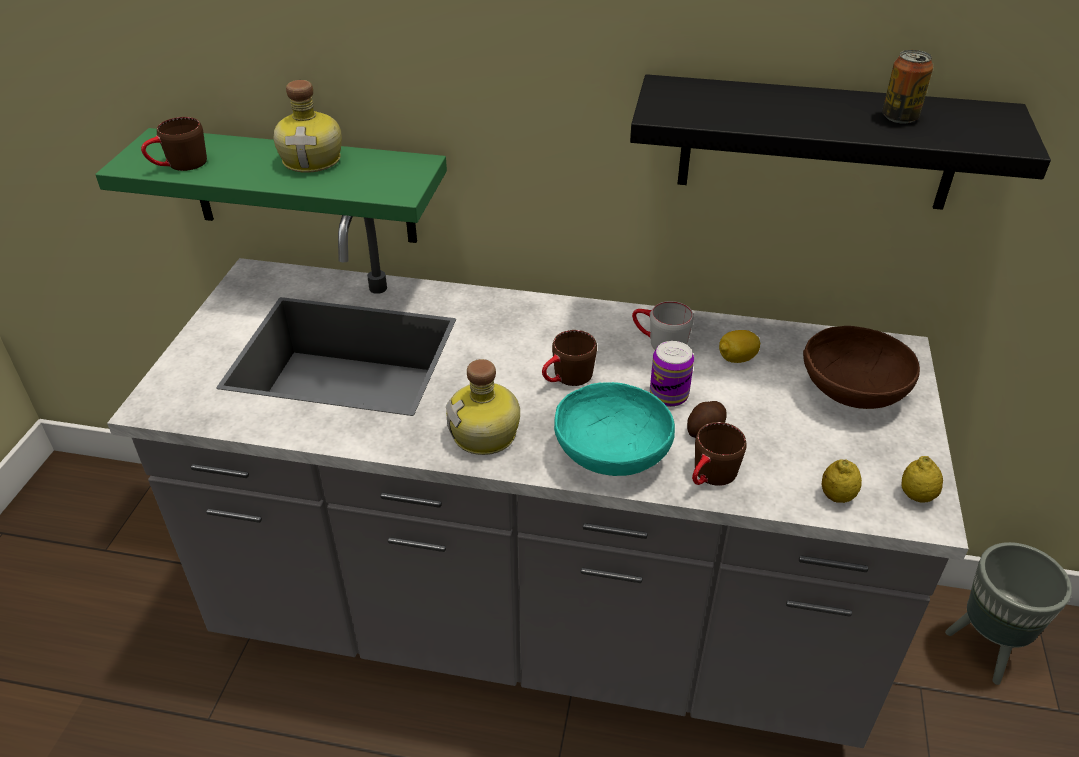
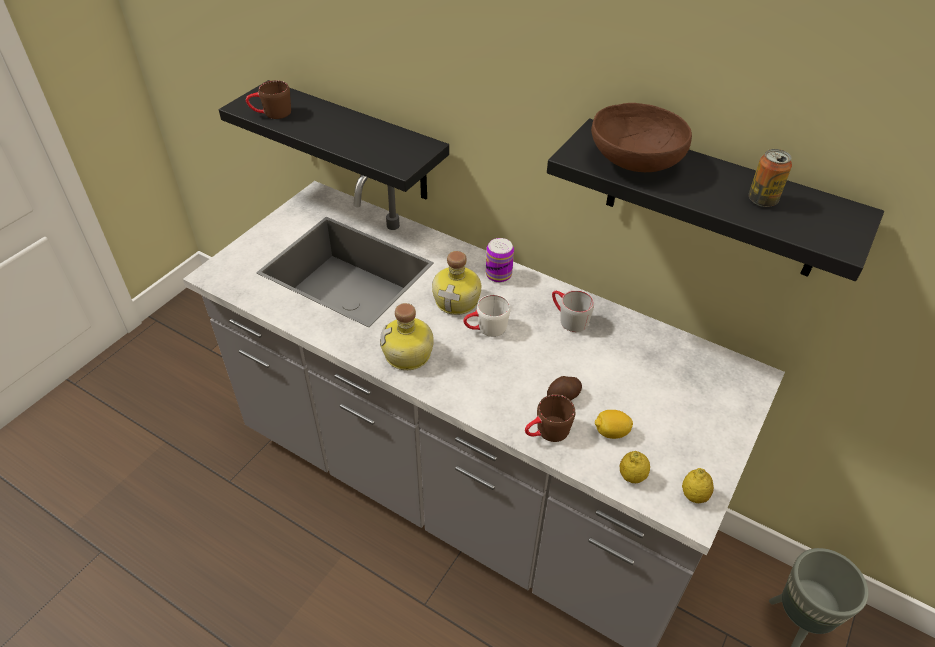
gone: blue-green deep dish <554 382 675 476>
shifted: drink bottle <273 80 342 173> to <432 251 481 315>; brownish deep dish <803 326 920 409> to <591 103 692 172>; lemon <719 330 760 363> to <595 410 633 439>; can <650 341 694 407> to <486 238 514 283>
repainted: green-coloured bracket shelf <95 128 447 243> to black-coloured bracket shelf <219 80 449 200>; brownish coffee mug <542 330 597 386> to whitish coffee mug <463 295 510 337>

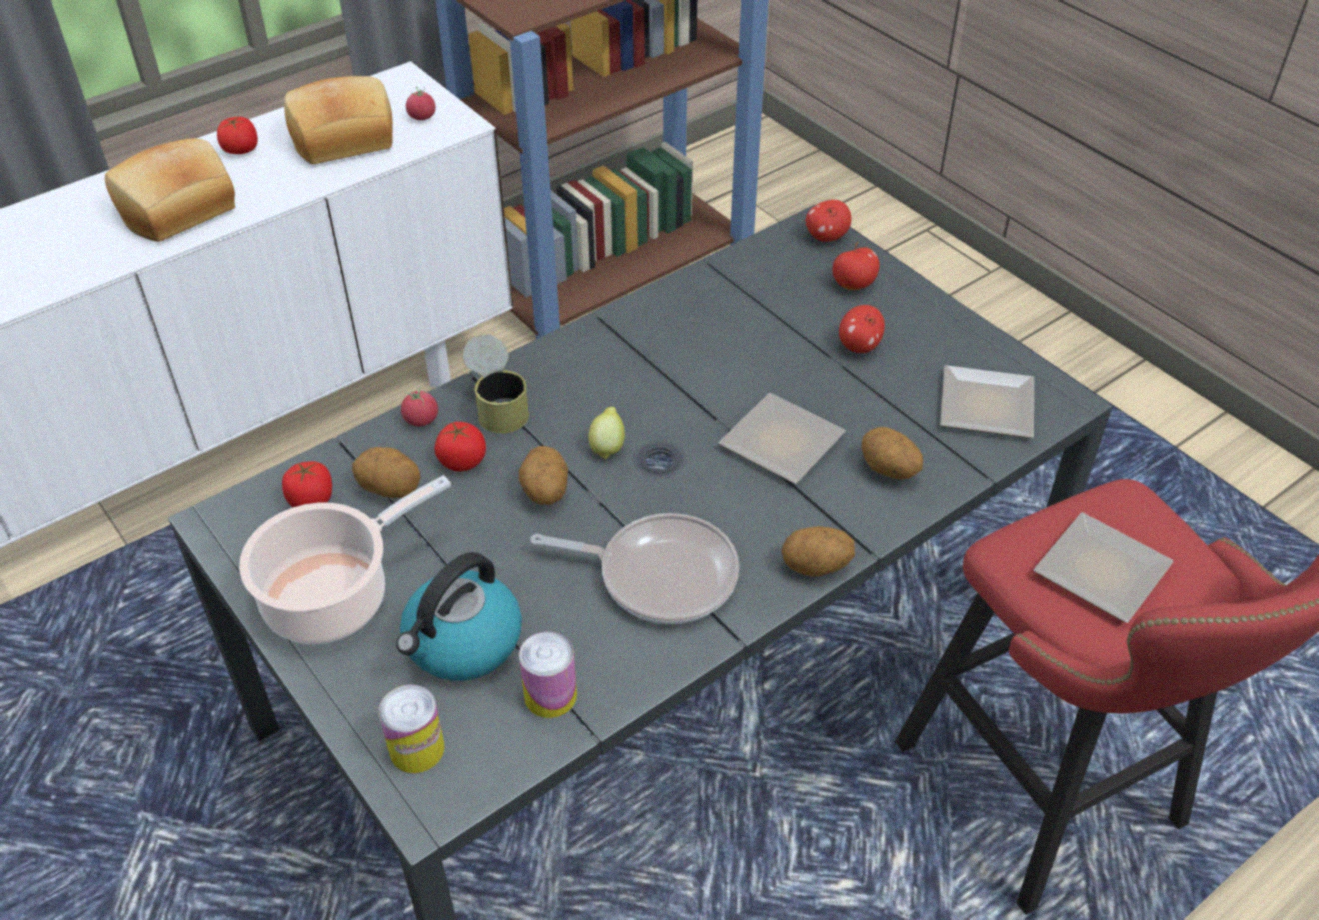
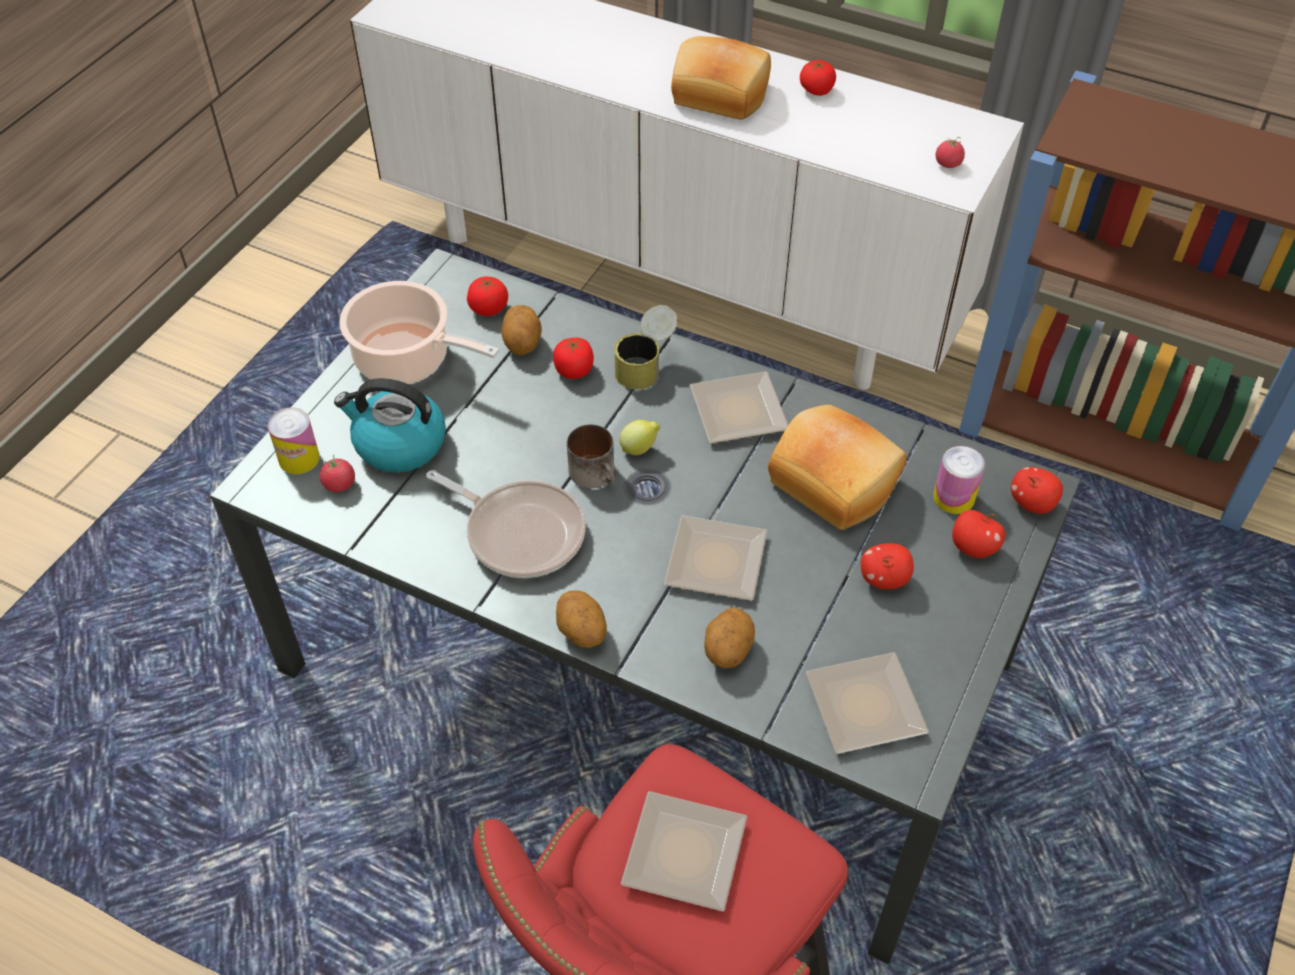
gone: spud <519 446 568 505>
new: plate <690 372 788 444>; coffee mug <567 424 615 488>
shifted: bread <284 76 393 164> to <768 405 907 530>; tomato <401 388 438 426> to <320 454 355 492>; can <519 632 577 718> to <933 446 985 514>
rotated: frying pan <530 513 739 624> = <426 470 586 578> 45 degrees counterclockwise

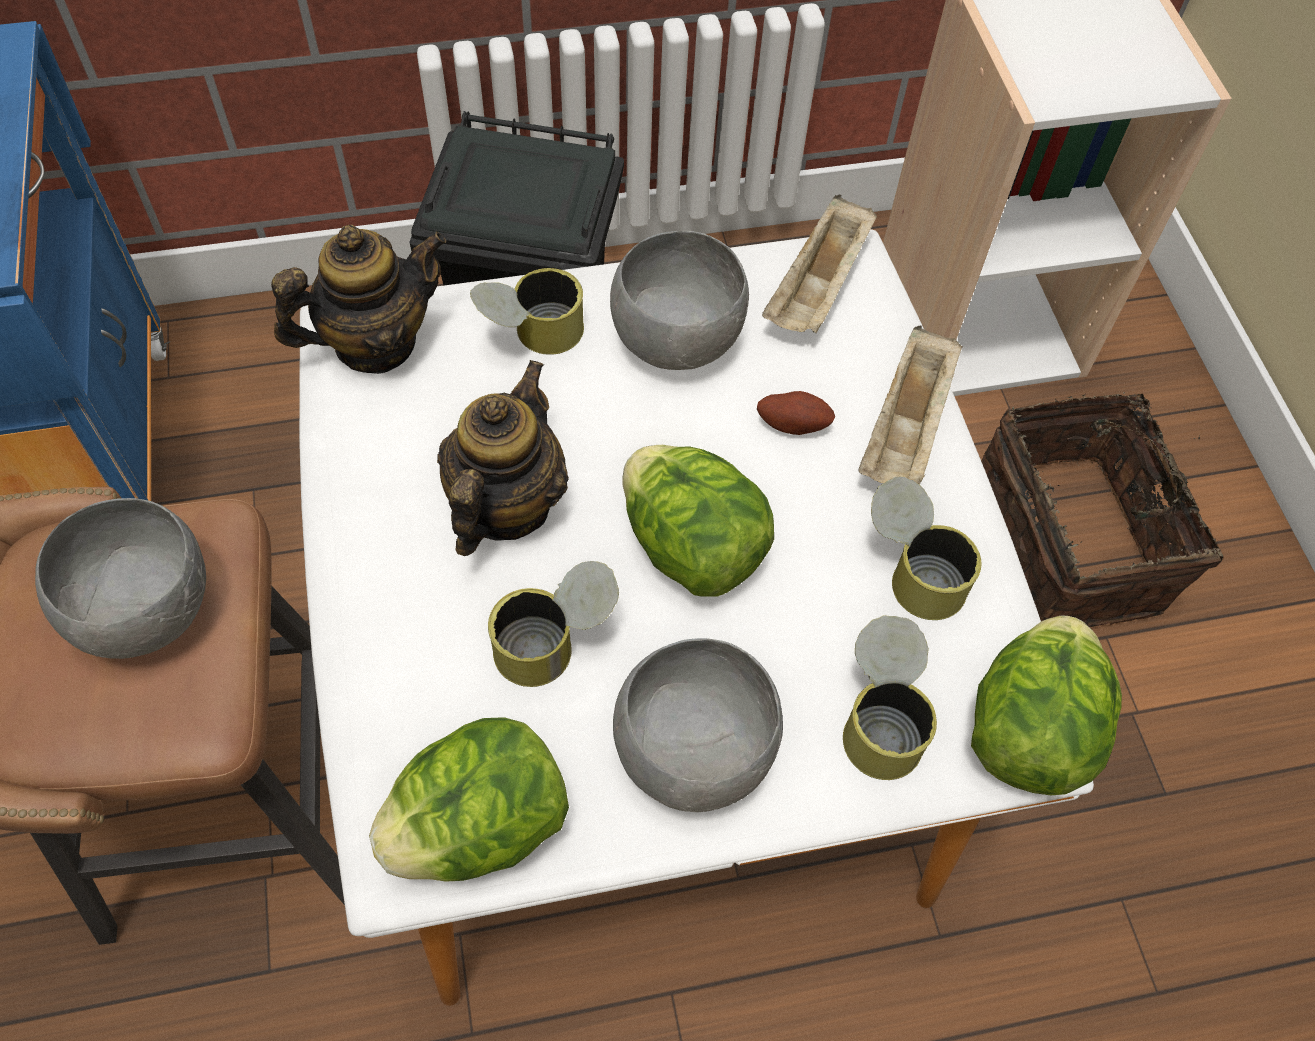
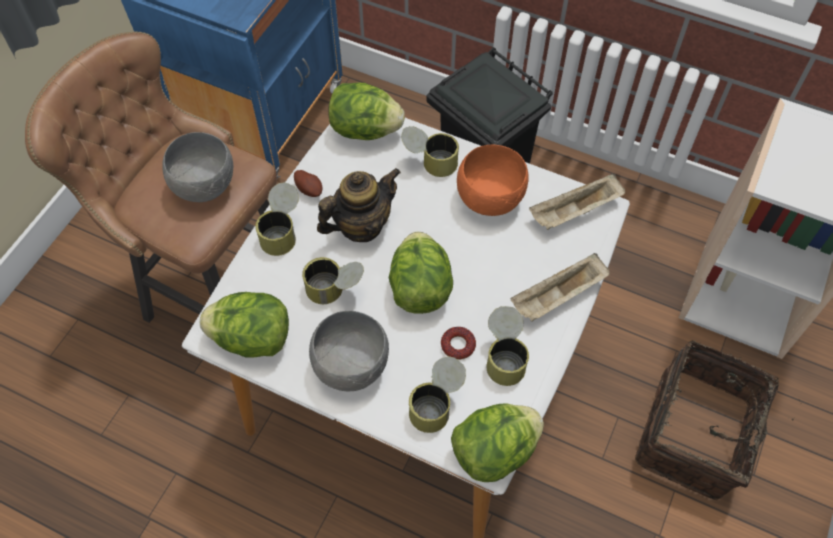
new: can <255 182 299 256>; donut <441 327 476 360>
shifted: spud <757 391 835 435> to <294 170 322 197>
swapped: tea pot <271 225 446 374> to head of lettuce <328 83 405 140>
repainted: greyish deep dish <610 231 749 370> to orangey deep dish <457 144 529 216>

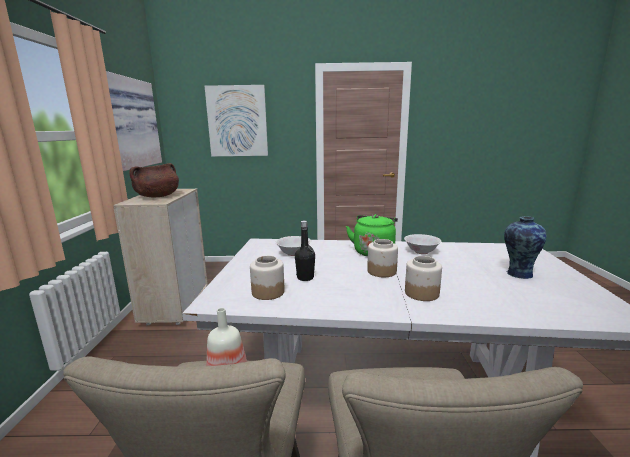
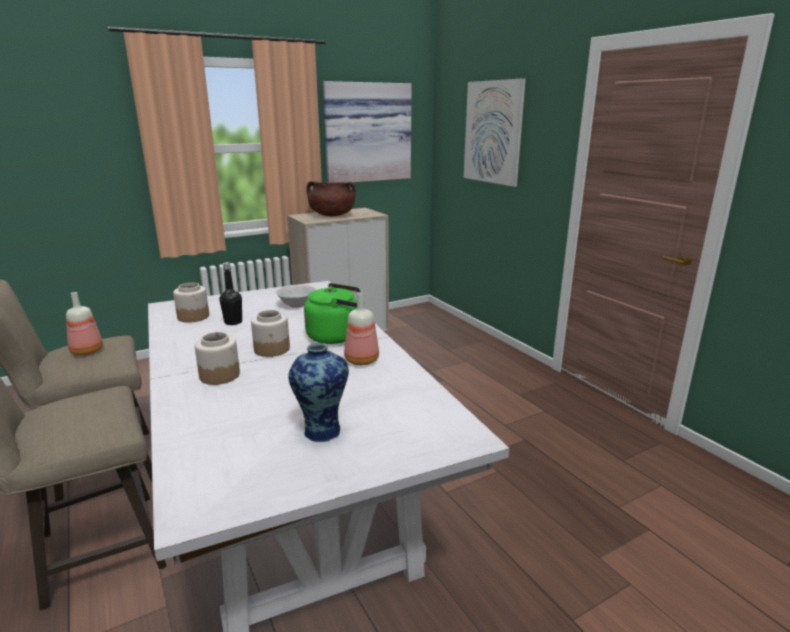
swapped: whitish deep dish <404 234 441 254> to drink bottle <344 292 379 365>

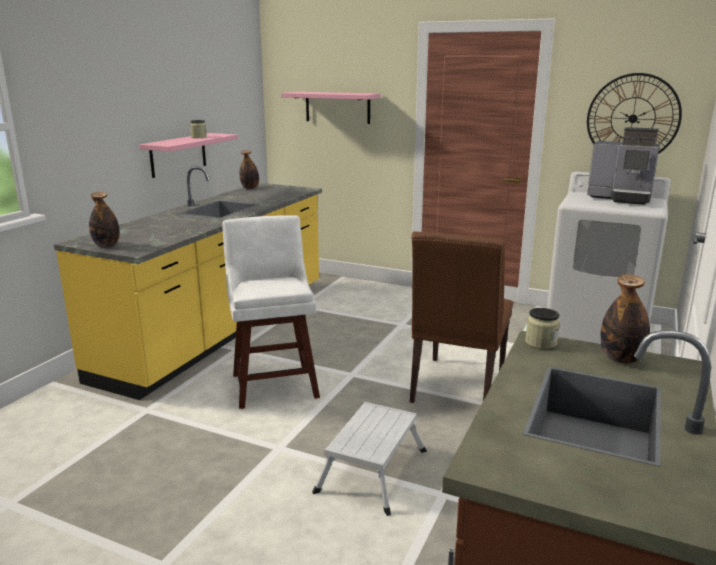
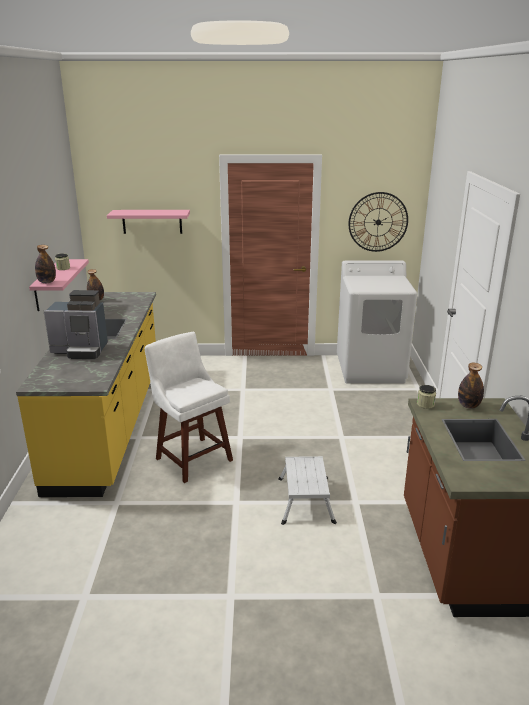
gone: brownish upright chair <410 232 513 403>
shifted: coffee machine <587 127 660 205> to <43 290 108 359>; drink bottle <89 192 120 247> to <35 245 56 283>

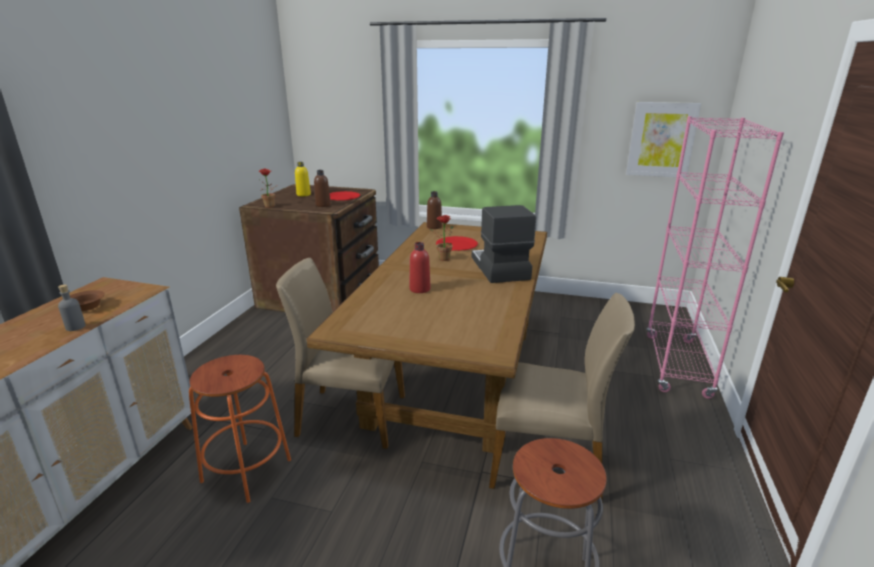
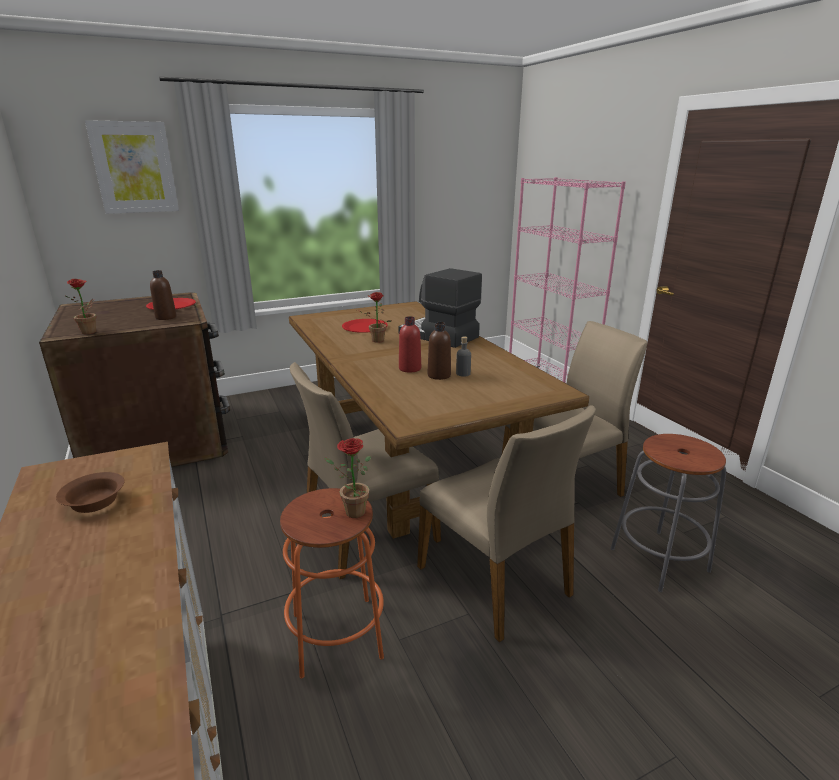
gone: yellow-coloured drink bottle <295 162 311 196>
new: sand-coloured upright chair <417 405 596 642>; houseplant <324 438 371 518>
shifted: wall art <626 102 701 178> to <85 120 179 214>; brownish drink bottle <427 191 442 229> to <428 322 451 380>; greyish drink bottle <58 285 86 331> to <456 336 471 377>

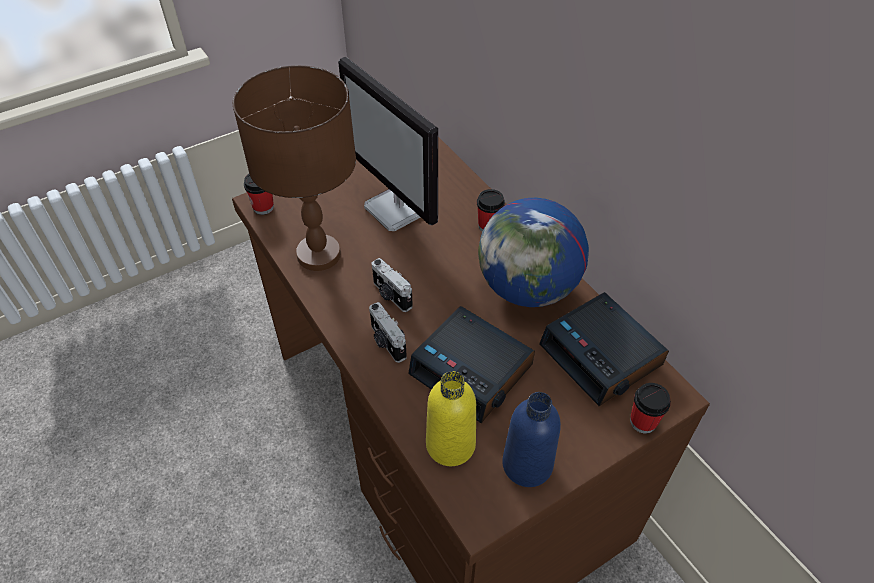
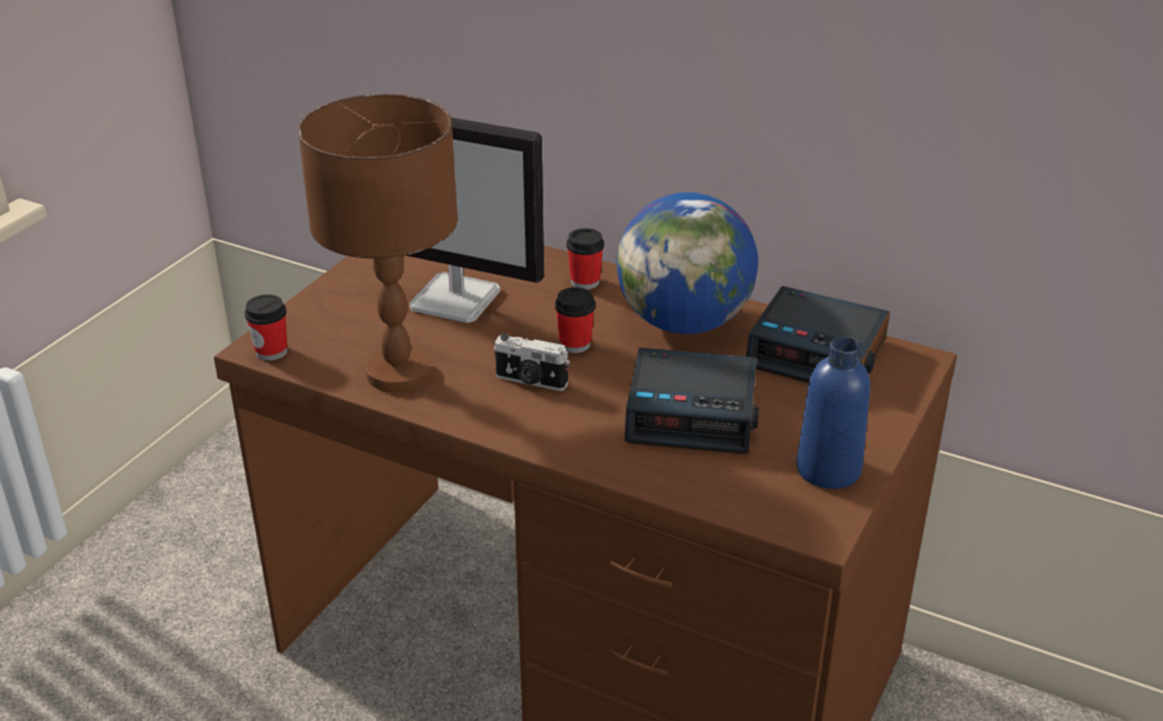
gone: still camera <369 302 407 363>; yellow-coloured drink bottle <426 371 476 466>
shifted: drinking cup <630 383 671 434> to <555 287 596 353>

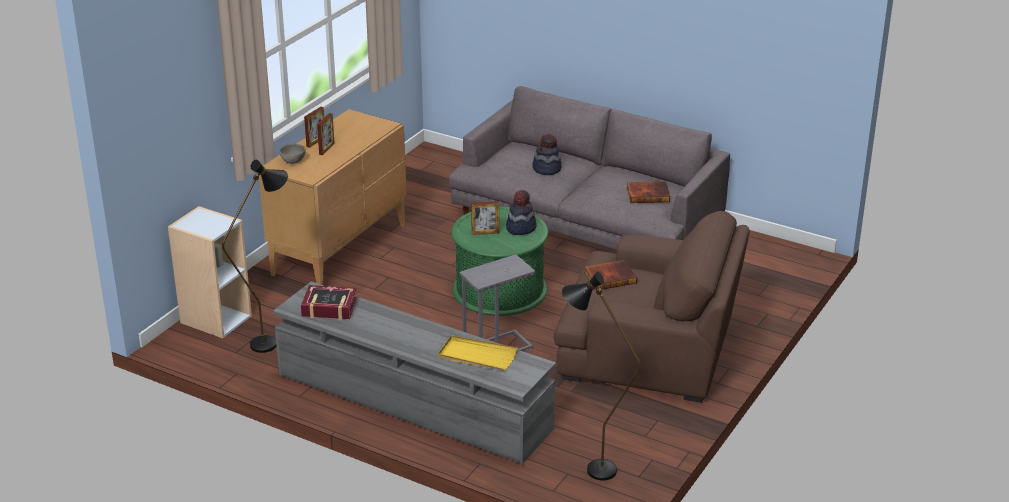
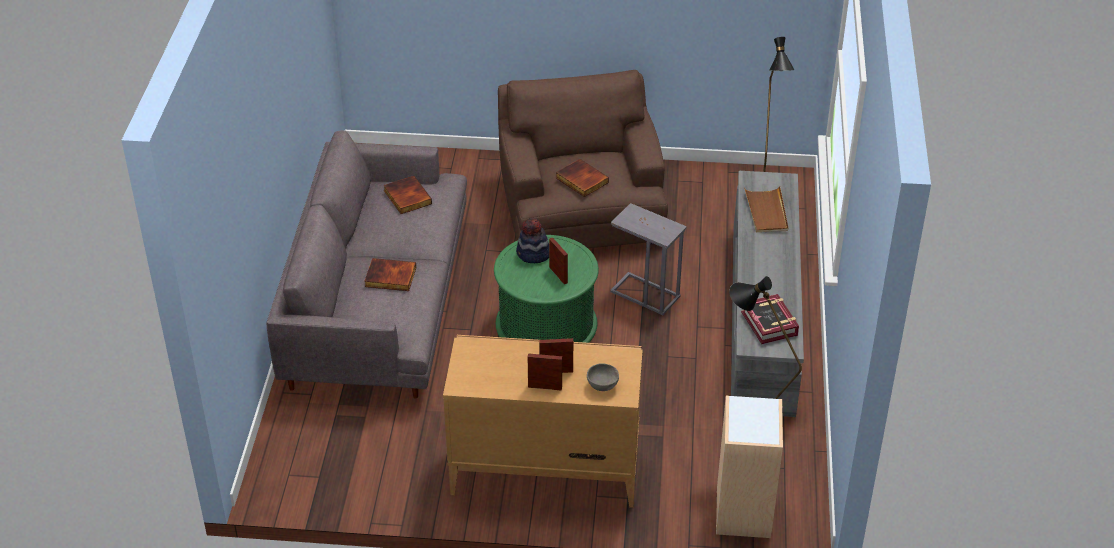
swapped: hat <533 134 561 175> to volume <364 258 416 291>
repainted: yellow-coloured serving tray <438 335 518 371> to brownish serving tray <744 186 788 232>

